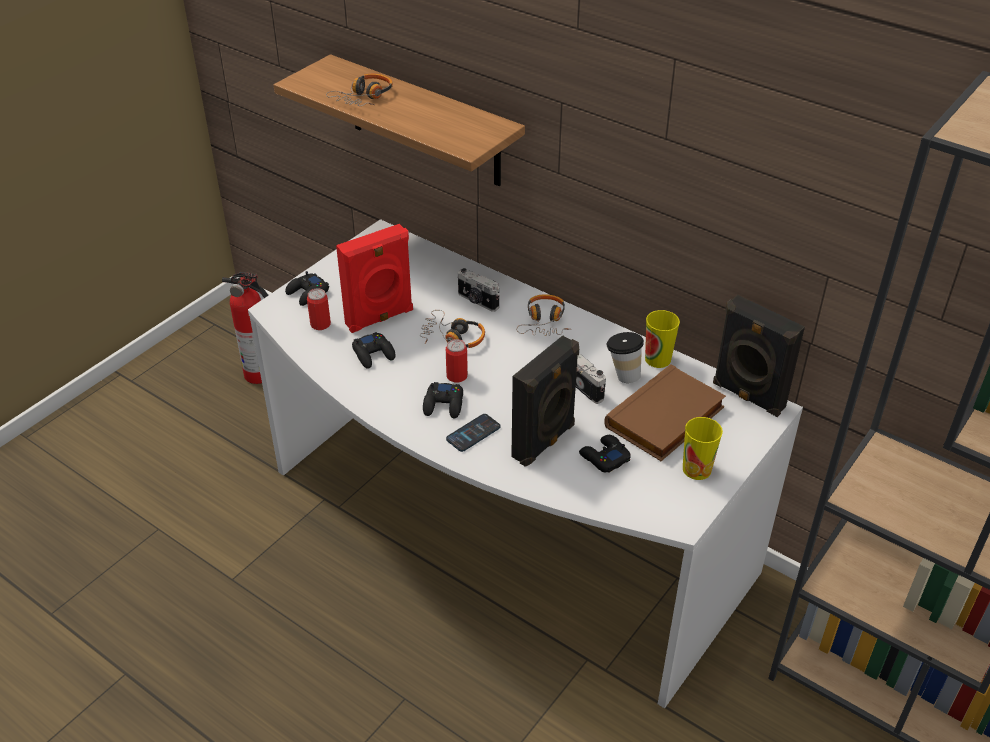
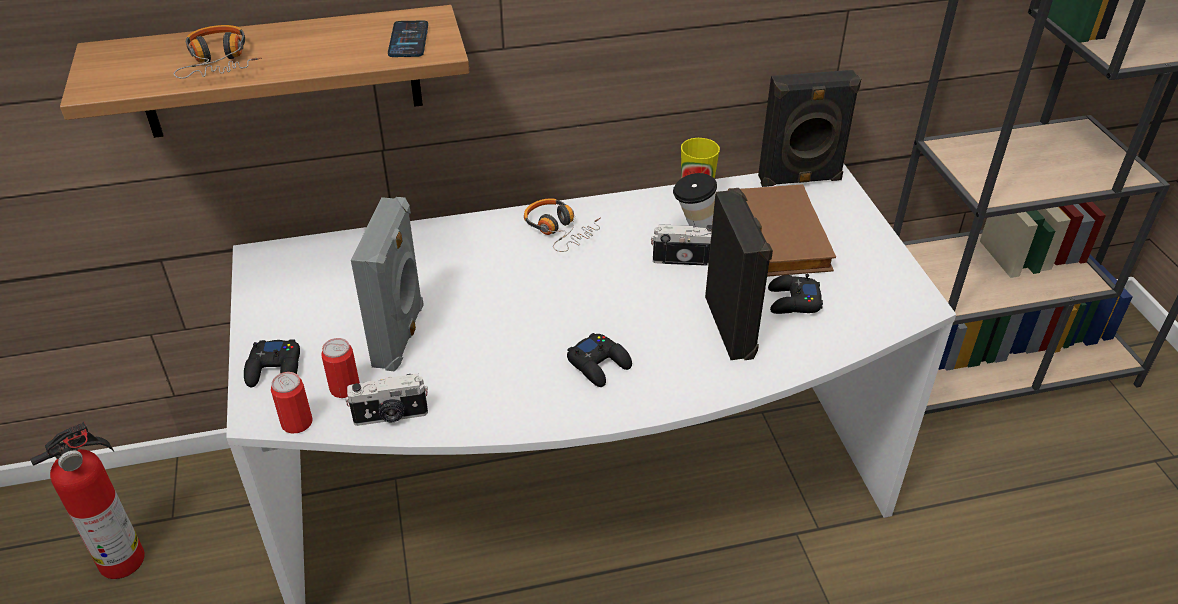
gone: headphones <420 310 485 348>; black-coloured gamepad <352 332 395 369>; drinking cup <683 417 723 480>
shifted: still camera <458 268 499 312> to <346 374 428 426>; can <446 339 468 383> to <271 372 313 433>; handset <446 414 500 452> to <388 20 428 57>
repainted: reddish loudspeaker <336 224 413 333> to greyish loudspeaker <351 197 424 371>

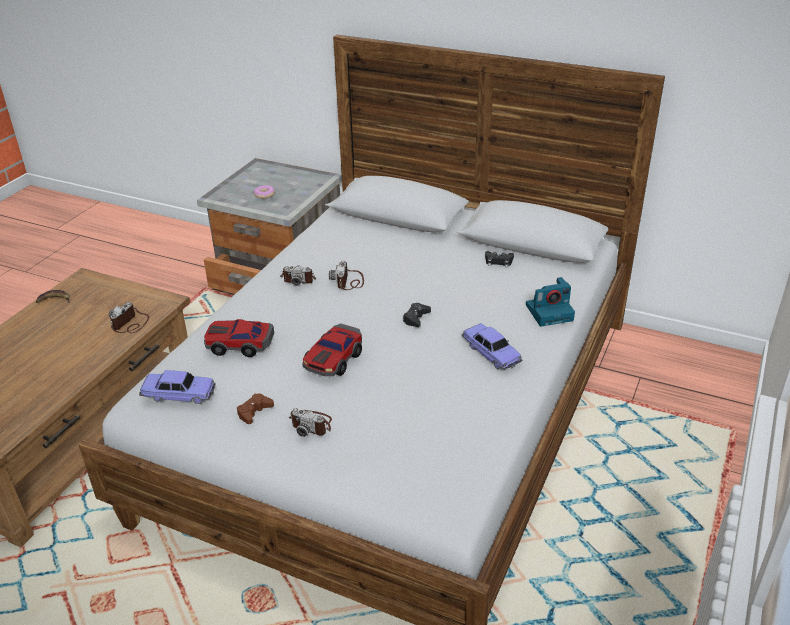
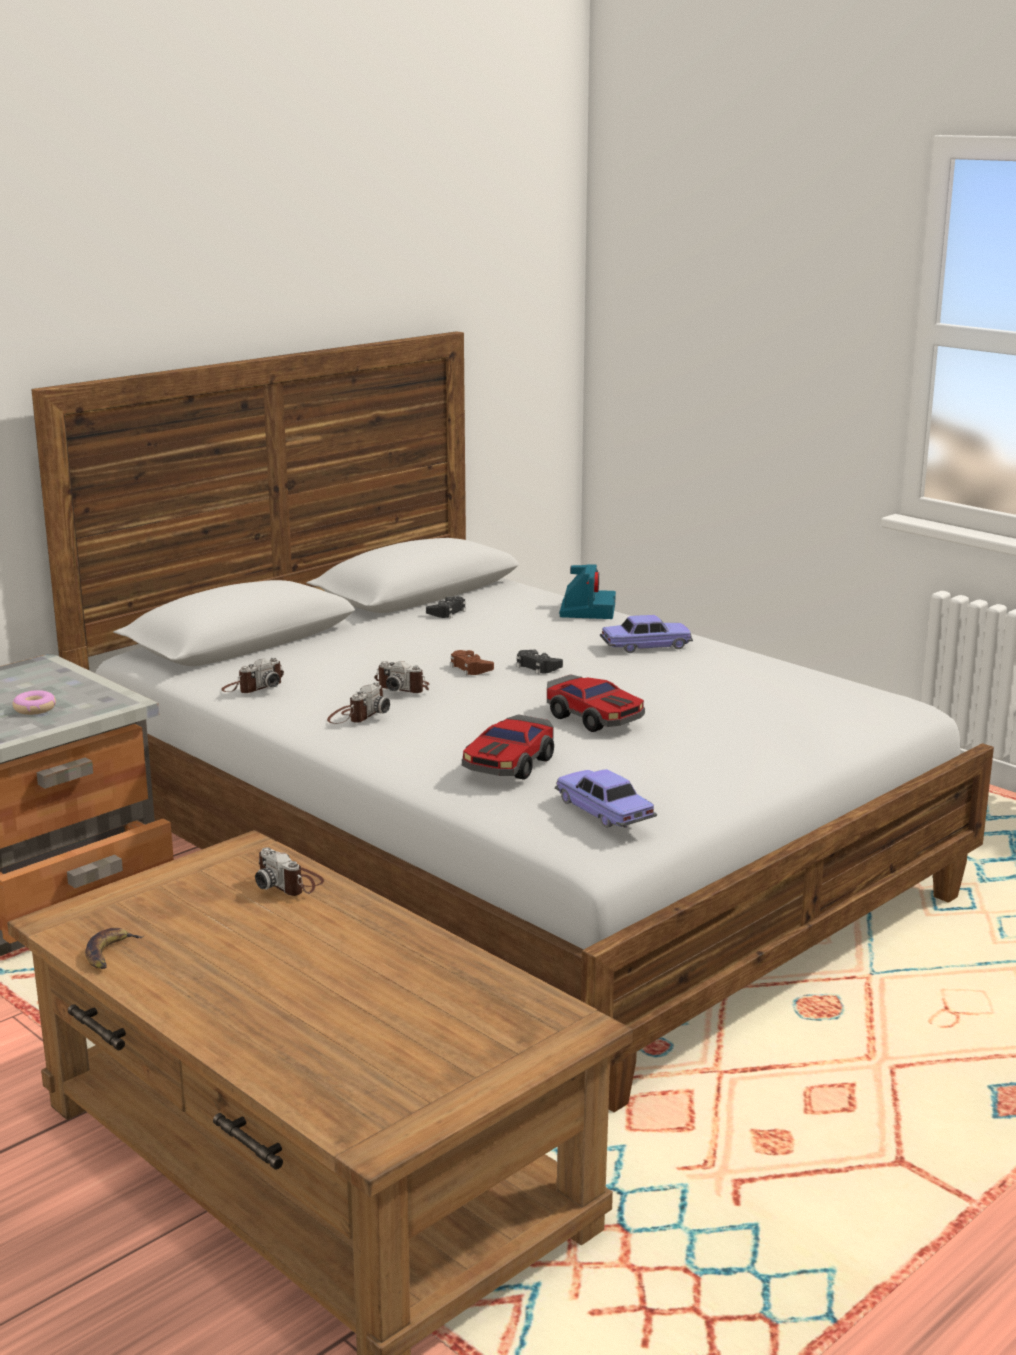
shifted: brownish gamepad <237 393 274 424> to <450 650 494 676>; still camera <289 408 332 437> to <221 657 284 693>
rotated: miniature car <139 370 216 404> = <555 769 657 828> 60 degrees counterclockwise

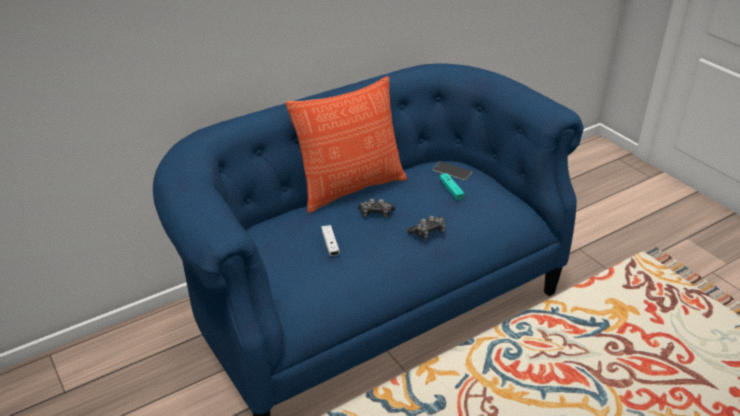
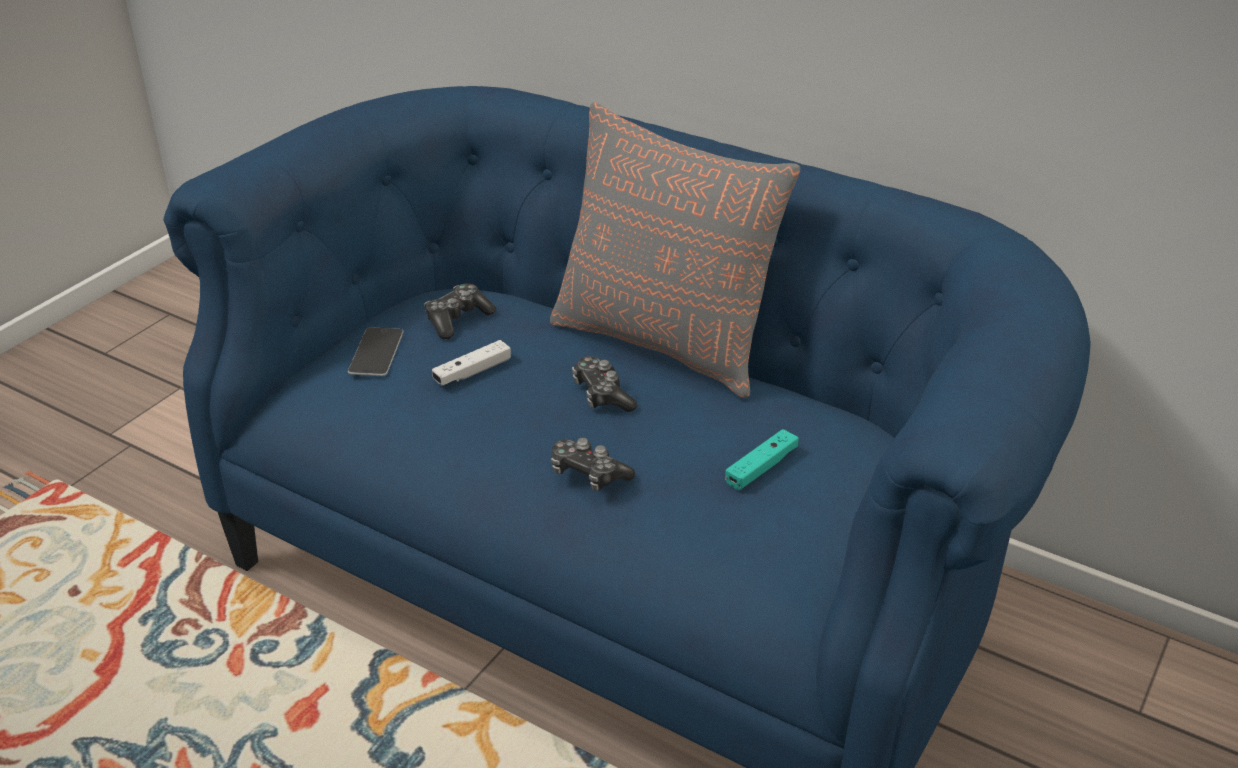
new: gamepad <424 284 496 339>
shifted: handset <432 162 472 180> to <348 327 403 376>
repainted: orangey cushion <286 76 407 213> to greyish cushion <550 102 800 398>

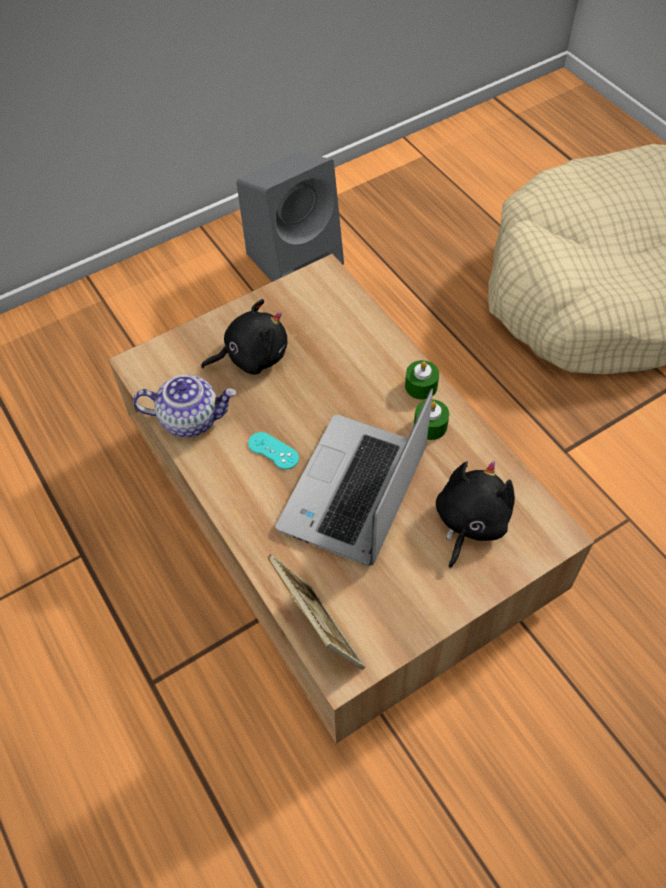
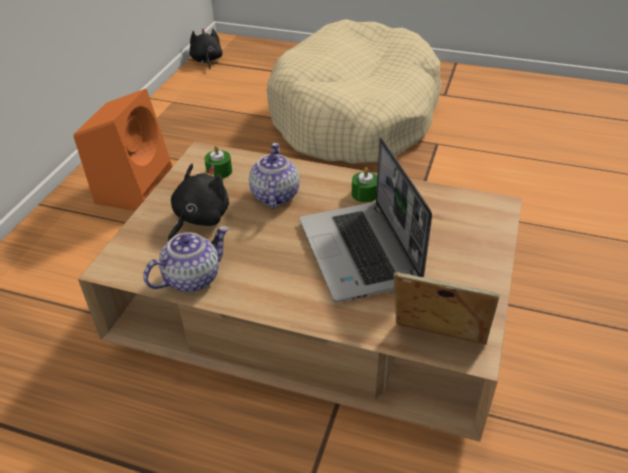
gone: blue-green gamepad <248 432 299 469>
new: tea pot <249 143 300 209>
shifted: green-coloured wax light <405 360 439 400> to <204 145 232 179>; black-coloured soft toy <436 461 515 569> to <189 29 223 70>
repainted: greyish loudspeaker <236 151 344 282> to orangey loudspeaker <74 88 173 211>

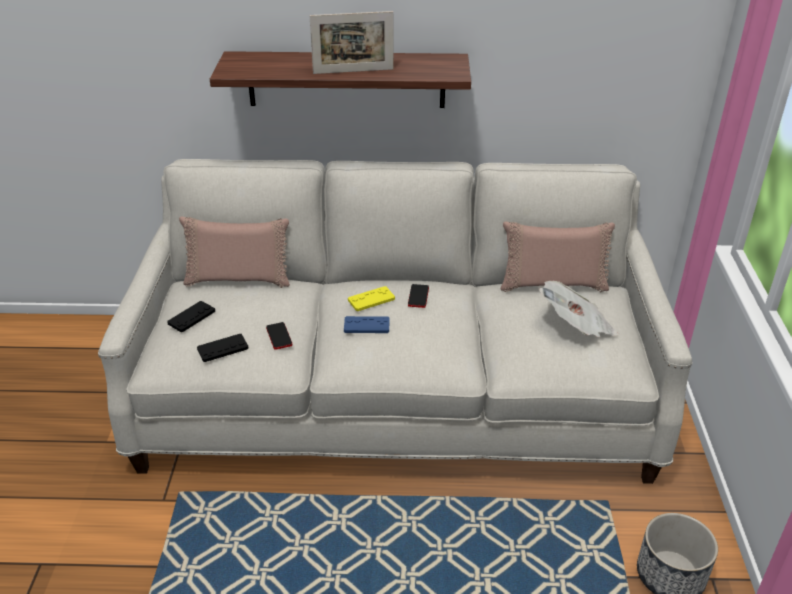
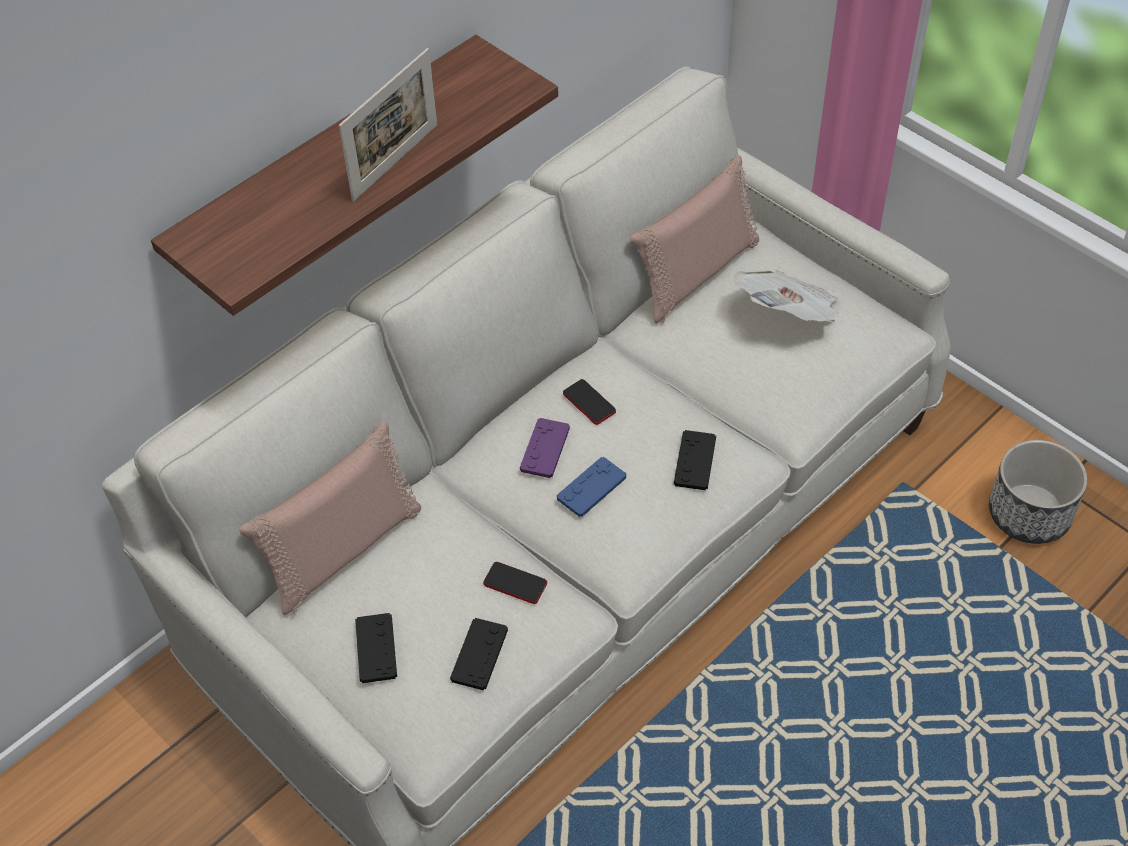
new: black-coloured gamepad <674 430 716 490>
repainted: yellow-coloured gamepad <348 286 395 311> to purple-coloured gamepad <520 418 570 478>

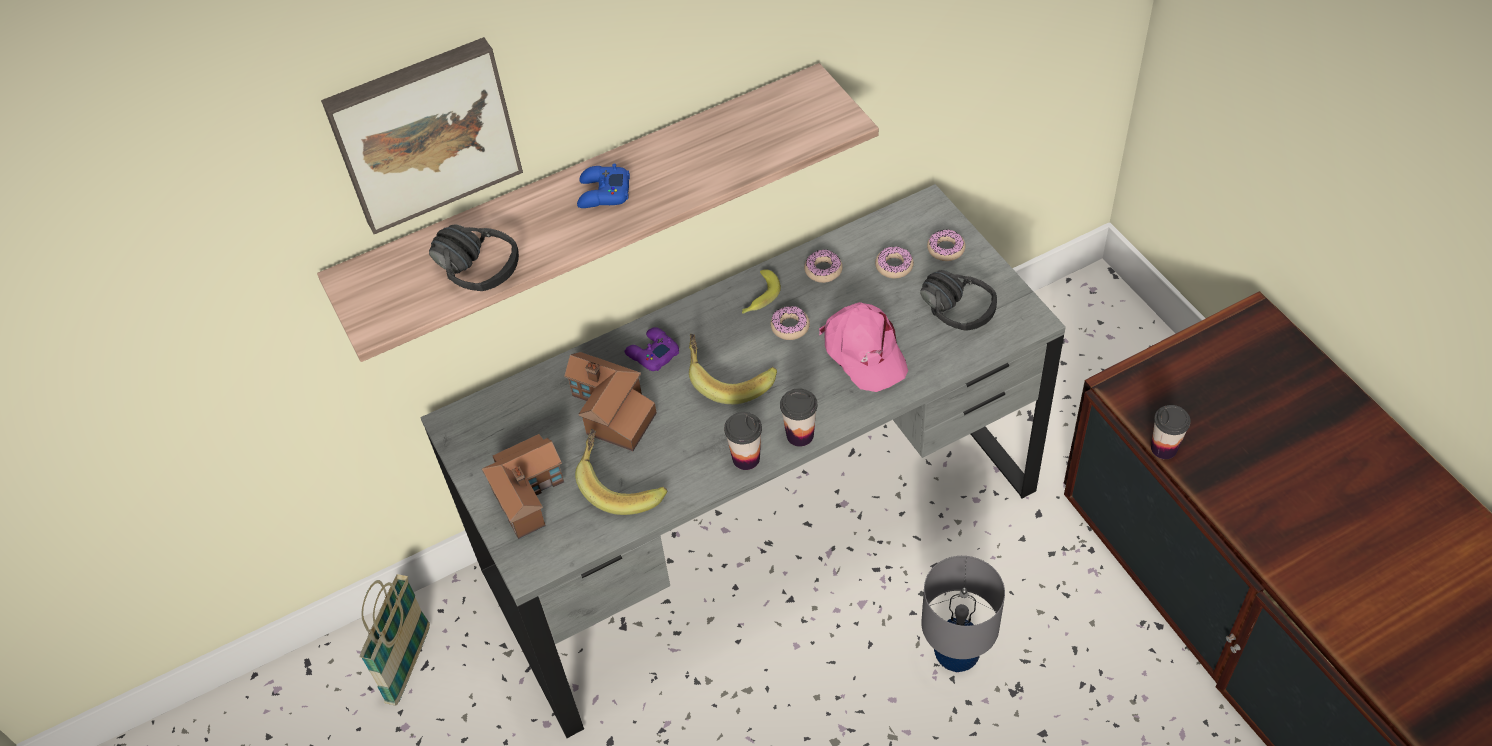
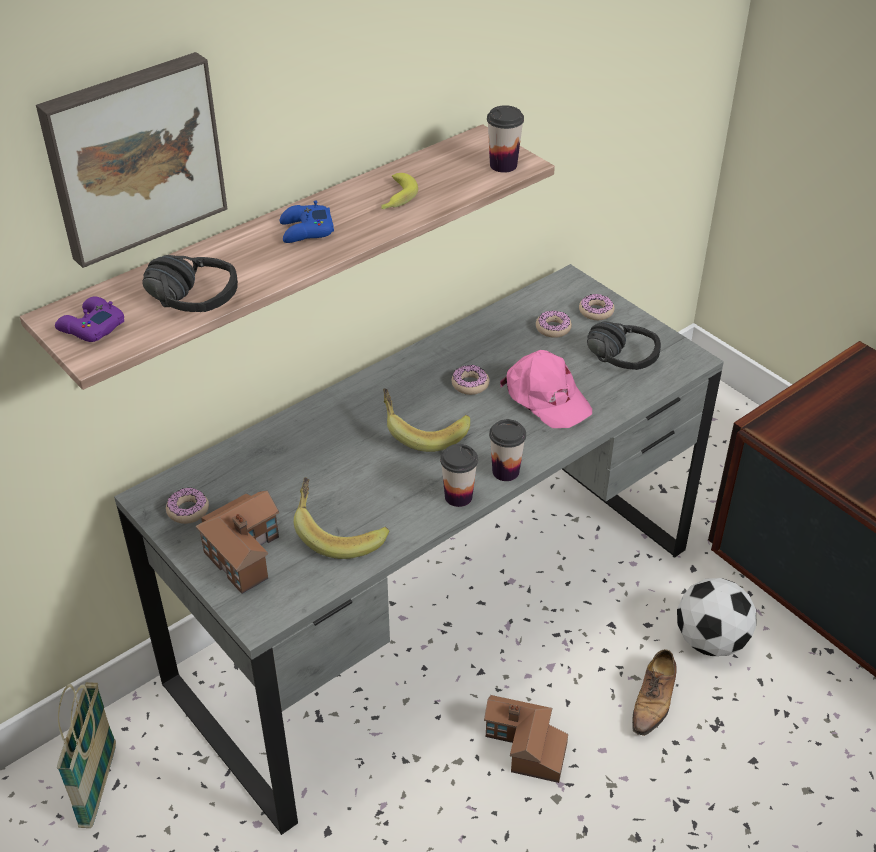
new: football ball <677 578 757 656>
shifted: donut <804 250 843 283> to <166 488 209 524>; banana <742 269 781 313> to <381 173 418 209>; purple-coloured gamepad <625 327 679 371> to <55 296 124 342>; miniature house <564 352 657 451> to <484 695 568 783>; drinking cup <1151 405 1191 459> to <487 105 524 173>
swapped: greyish tabletop lamp <921 556 1005 672> to low shoe <632 649 677 736>

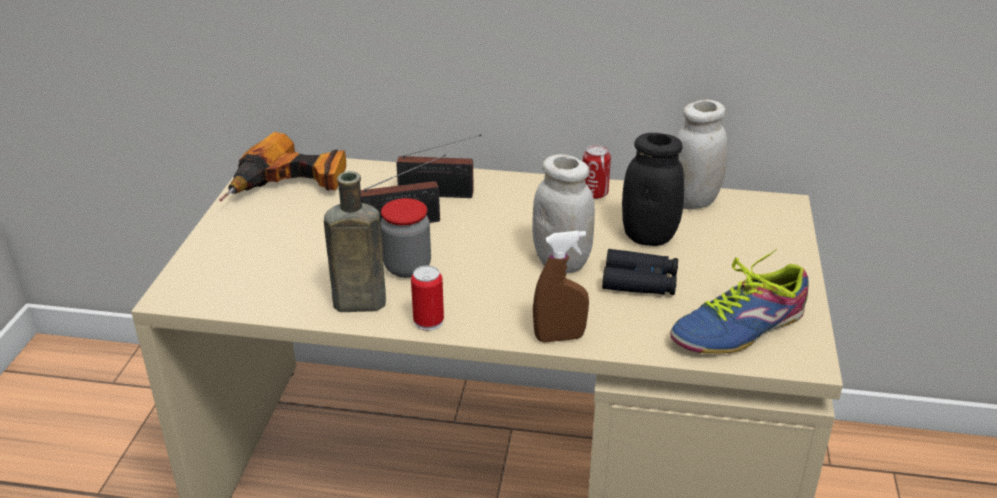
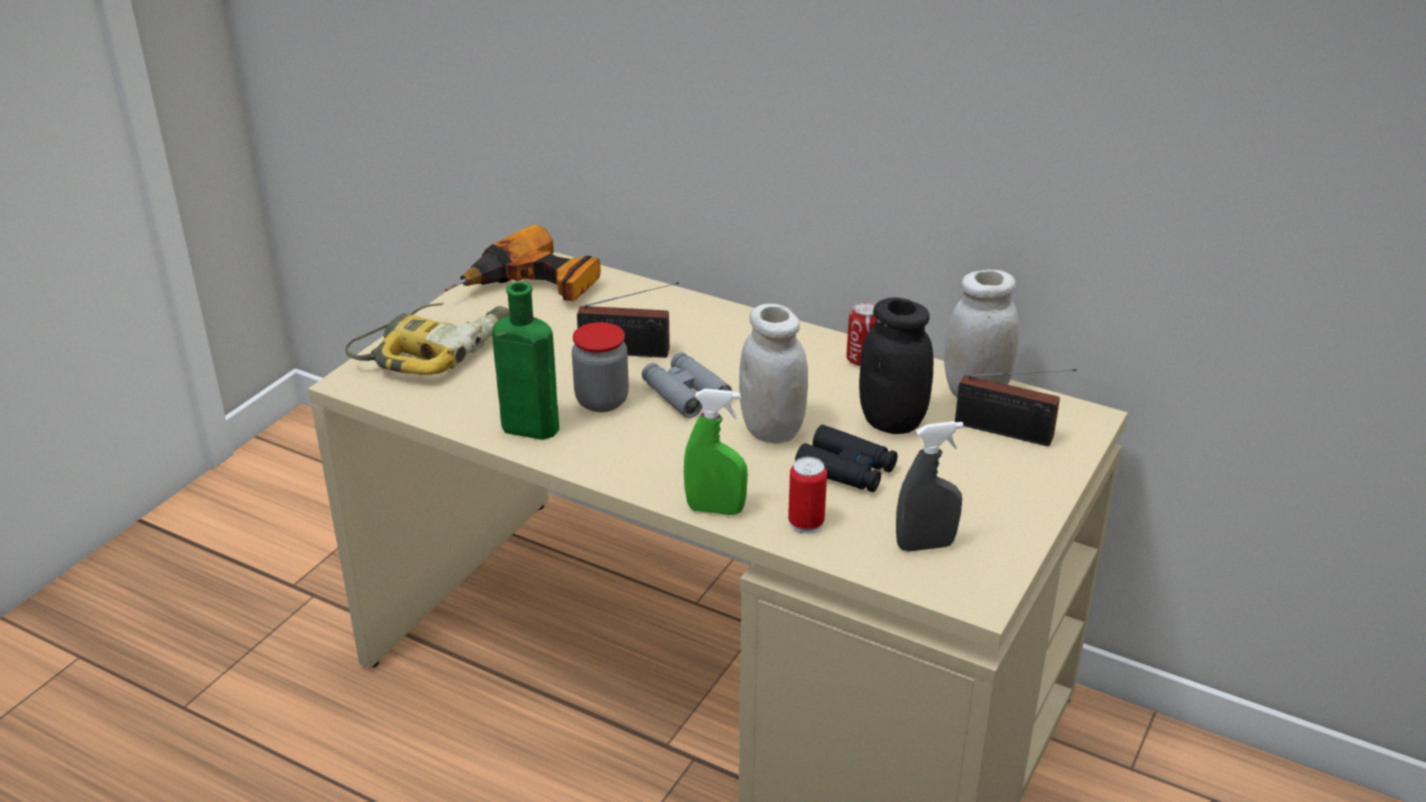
new: electric drill <345 303 510 375>; greyish pair of binoculars <642 352 732 418>
shifted: radio set <396 134 482 198> to <955 369 1076 446>; can <411 265 444 331> to <788 457 827 534>
swapped: low shoe <670 249 809 354> to greyish sprayer <896 421 964 552>
repainted: brownish drink bottle <324 171 386 312> to green-coloured drink bottle <492 281 559 440>; brownish sprayer <533 231 589 343> to green-coloured sprayer <684 389 748 515>

